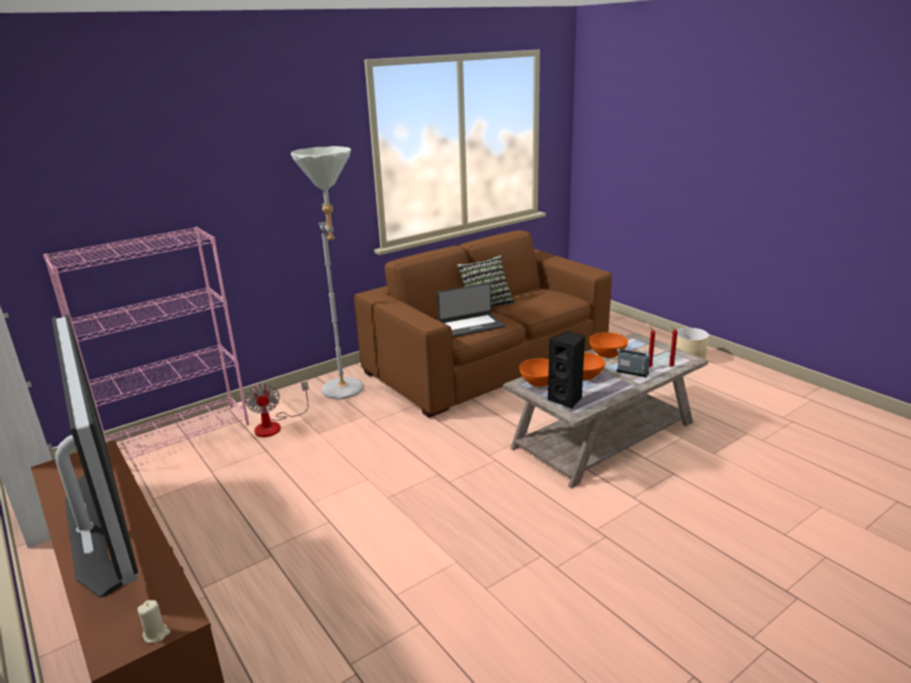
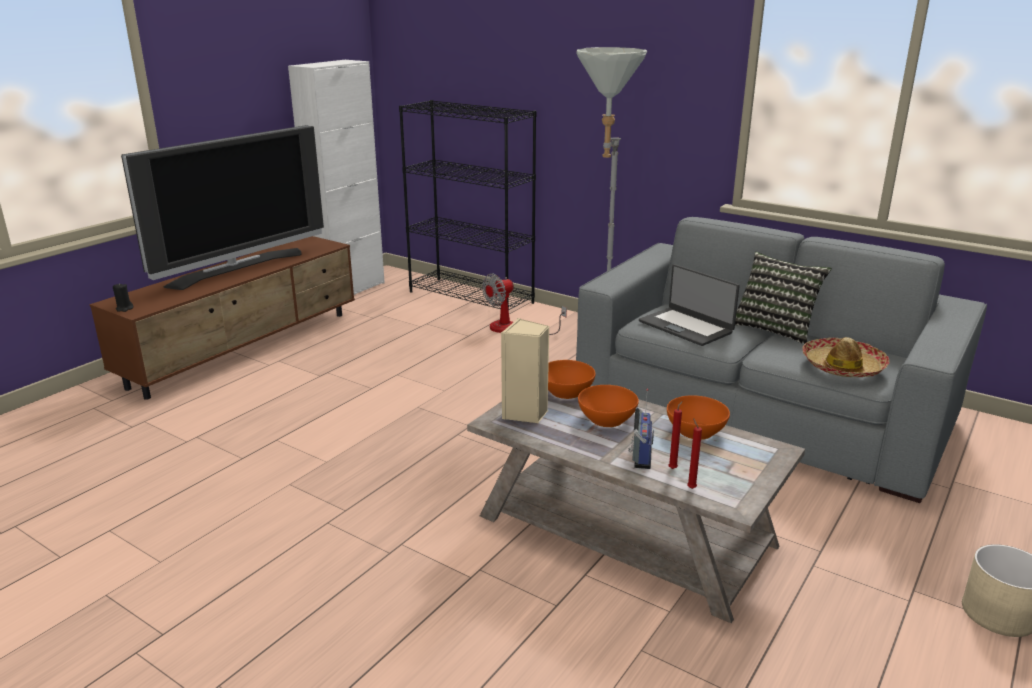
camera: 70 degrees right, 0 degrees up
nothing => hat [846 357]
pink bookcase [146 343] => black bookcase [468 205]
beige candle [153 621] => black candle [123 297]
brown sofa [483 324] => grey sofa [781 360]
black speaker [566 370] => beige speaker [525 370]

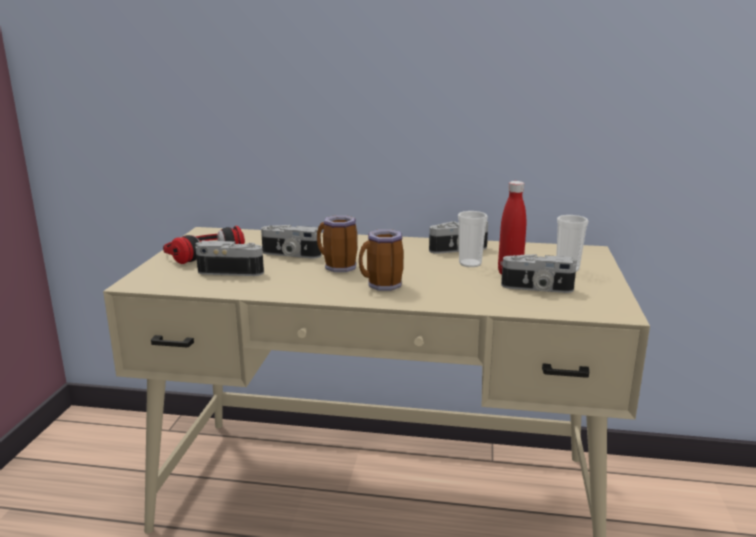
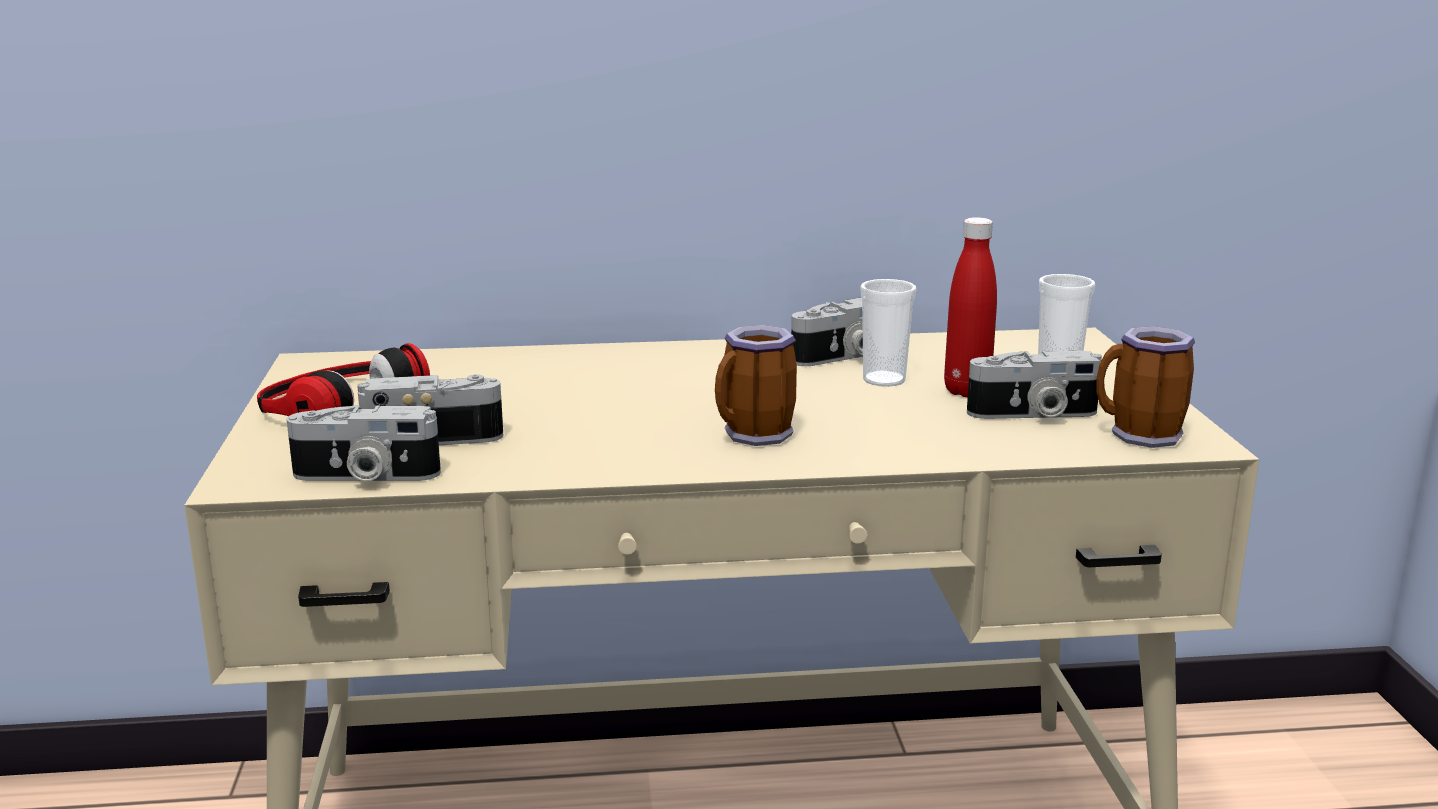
camera: 15 degrees left, 0 degrees up
photo camera [291 242] => photo camera [364 443], moved
mug [337 243] => mug [1145 387], moved

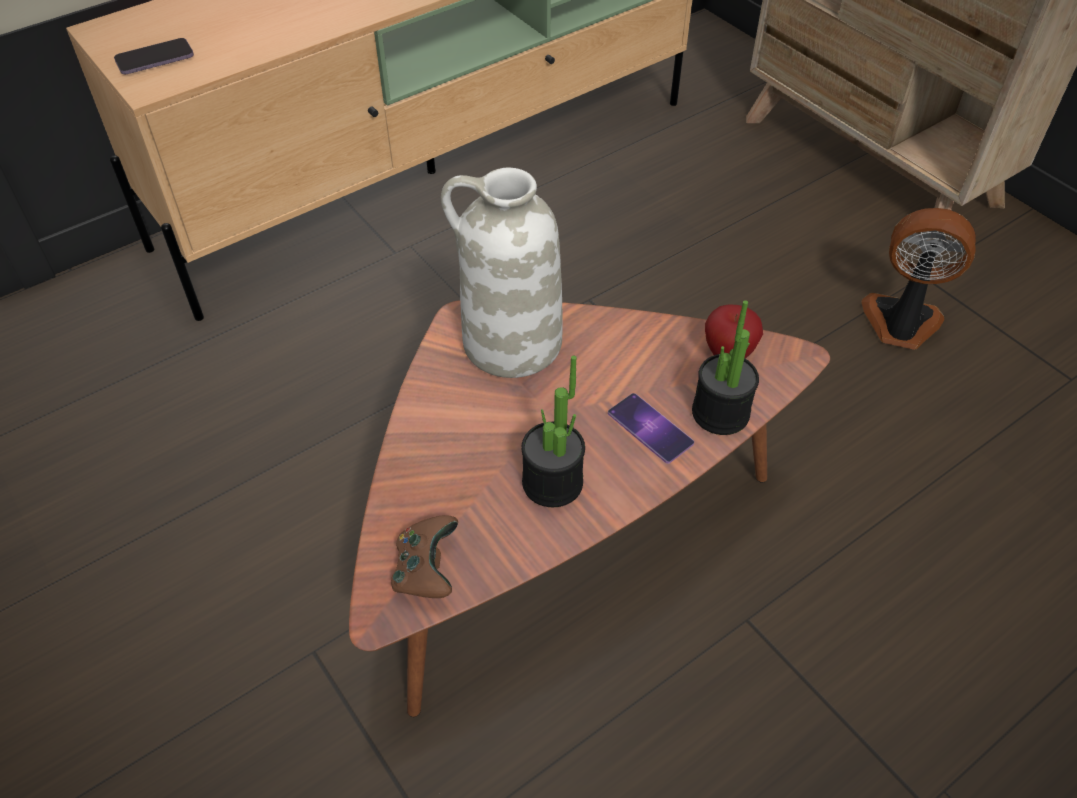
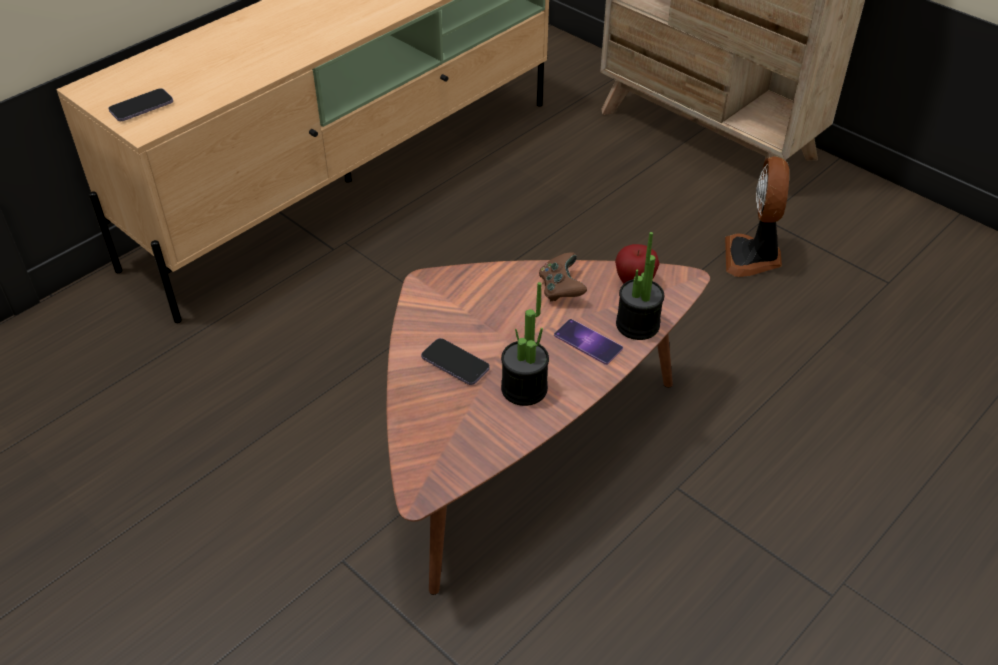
camera: 10 degrees left, 5 degrees down
white vase [501 273] => nothing
nothing => phone [455 361]
brown game controller [424 556] => brown game controller [563 276], moved
fan [918 279] => fan [757 216], 90 degrees counterclockwise

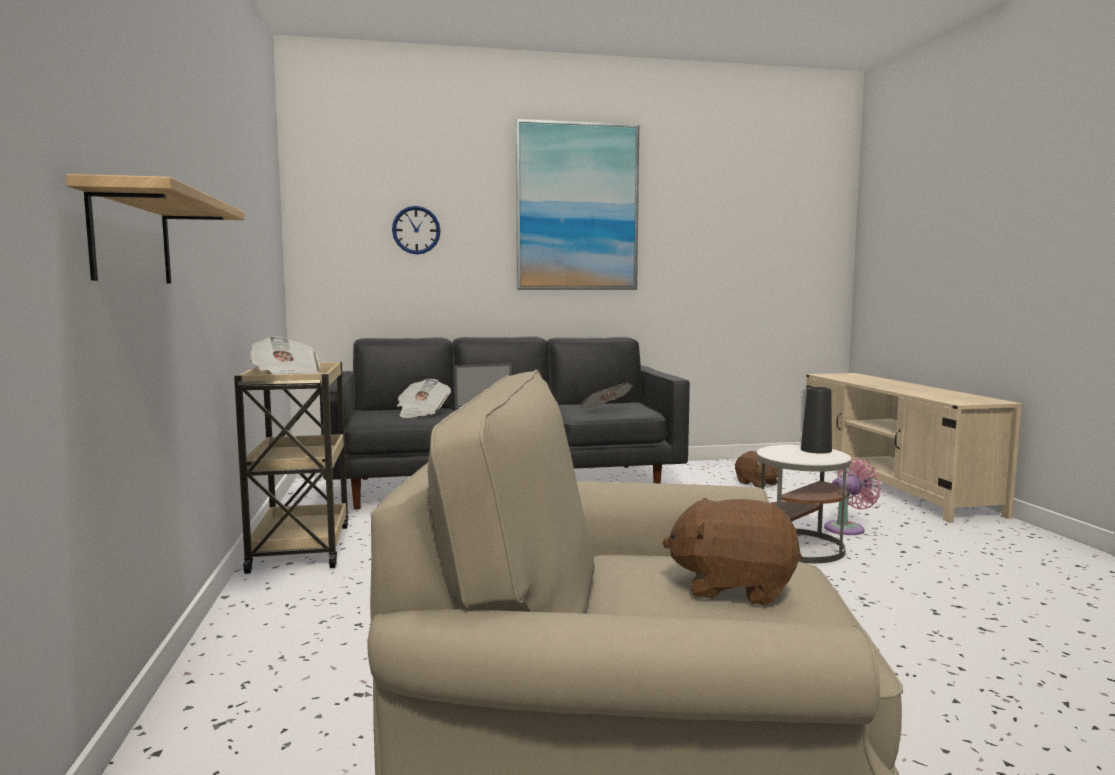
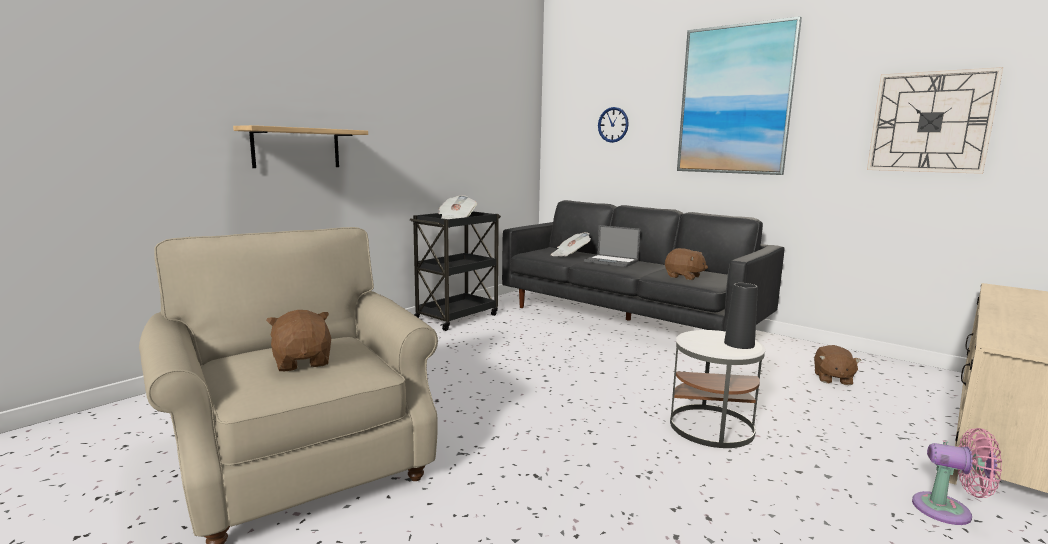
camera: 50 degrees right, 5 degrees up
nothing => wall clock [935 120]
pink fan [853 496] => pink fan [957 476], moved
newspaper [605 395] => brown plush toy [686 264]
beige cart [291 468] => black cart [455 271]

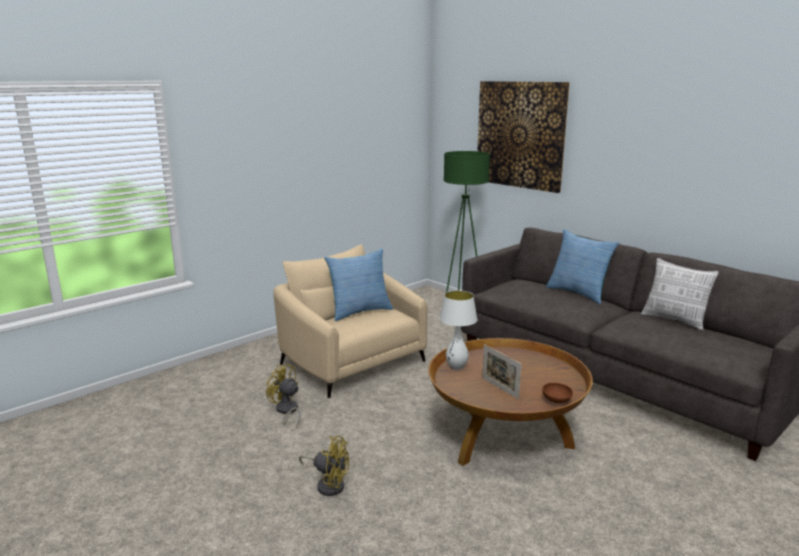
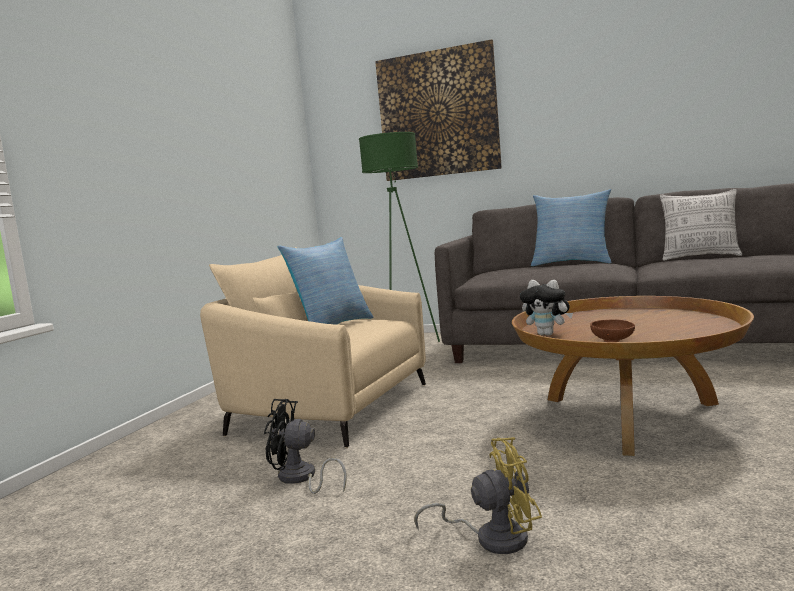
camera: 25 degrees left, 10 degrees down
picture frame [501 371] => nothing
brown bowl [557 393] => brown bowl [612 330], moved
white table lamp [458 330] => plush toy [546 308]
yellow fan [283 396] => black fan [305 446]

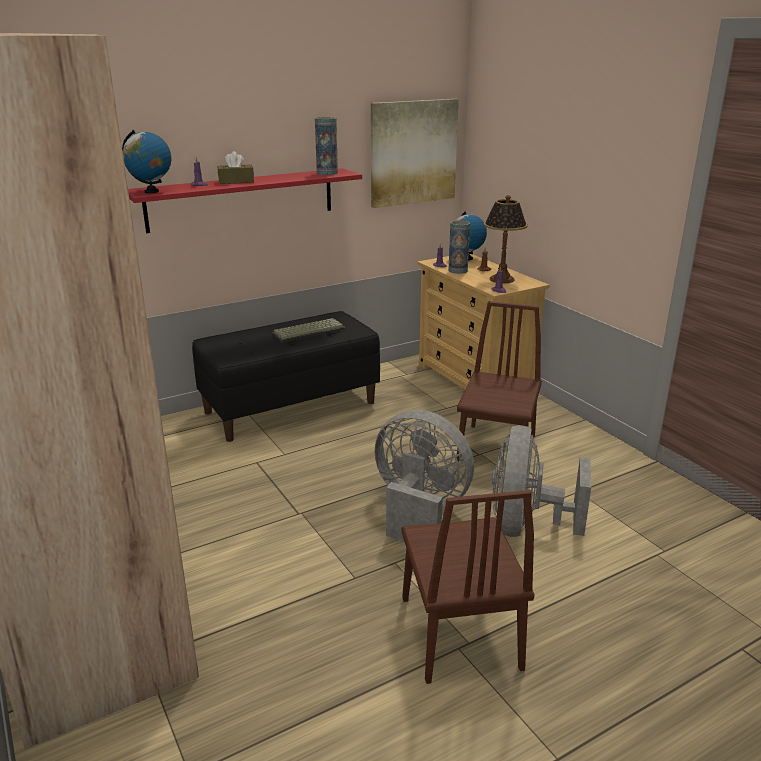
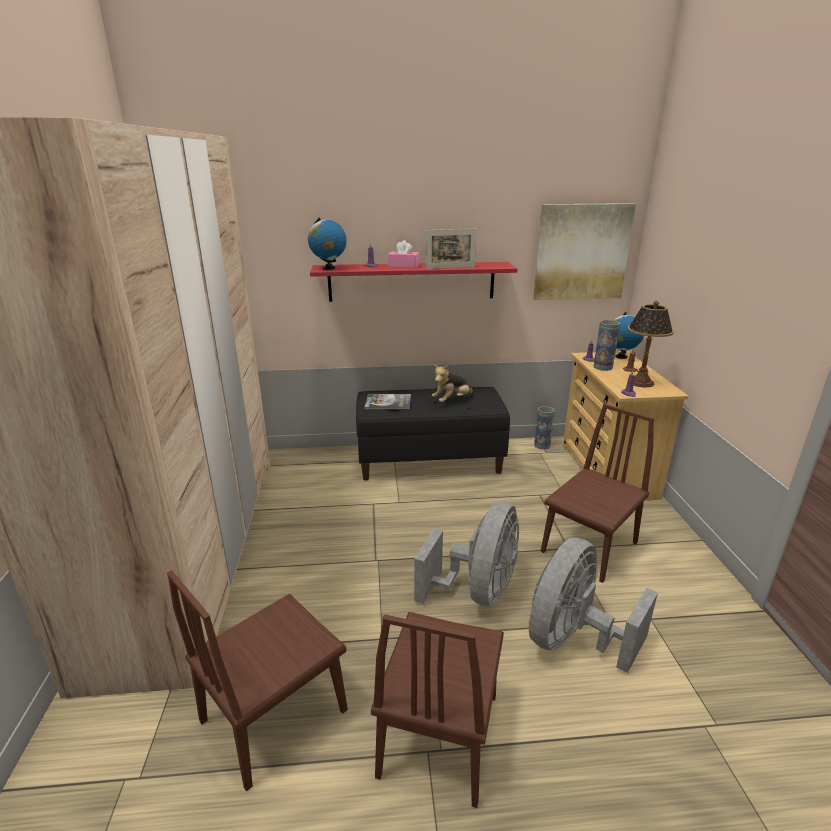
camera: 25 degrees right, 0 degrees up
nothing => brown chair [257 680]
nothing => book [387 401]
nothing => picture frame [451 249]
vase [326 146] => vase [544 428], moved
keyboard [309 330] => plush toy [453 383]
brown tissue box [236 167] => pink tissue box [403 254]
grey fan [424 476] => grey fan [466 553], 60 degrees clockwise

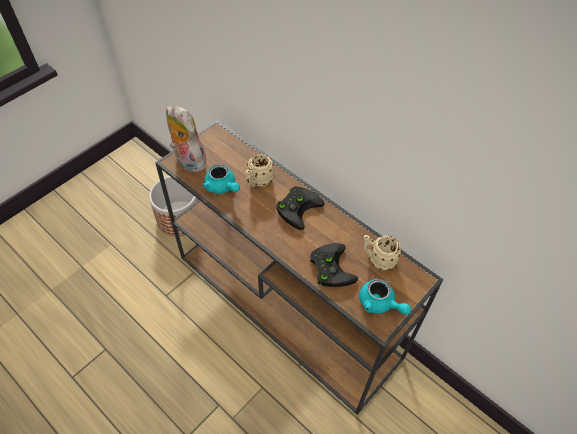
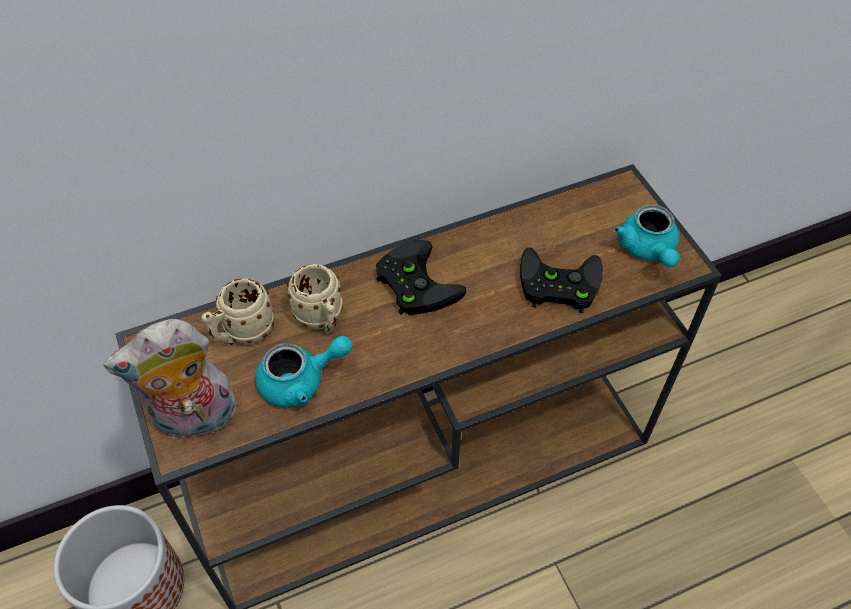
camera: 65 degrees left, 0 degrees up
beige mug [382 252] => beige mug [237 311], moved
turquoise teapot [385 297] => turquoise teapot [647 236], 105 degrees clockwise

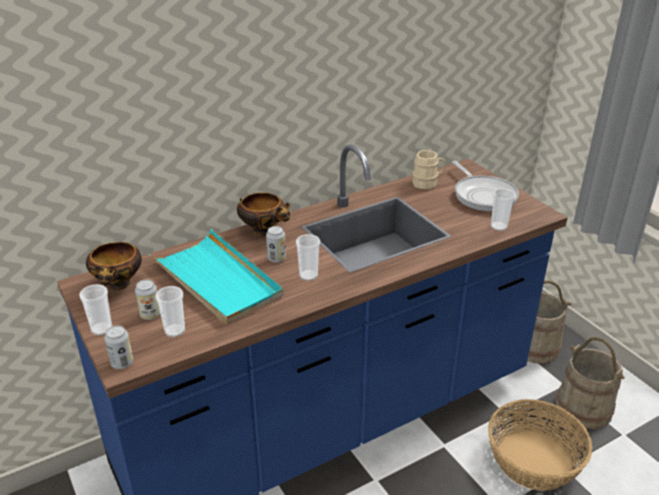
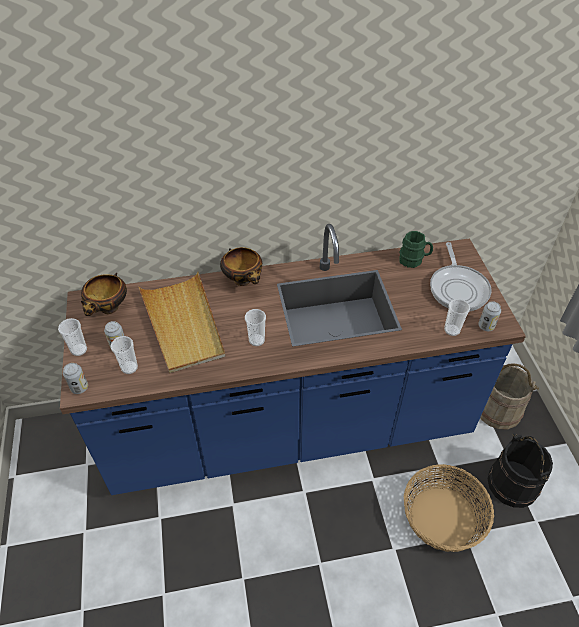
camera: 20 degrees right, 15 degrees up
can [276 244] => can [490 316], moved
turquoise tray [216 276] => beige tray [182 322]
beige mug [428 169] => green mug [416 249]
beige bucket [590 383] => black bucket [520 470]

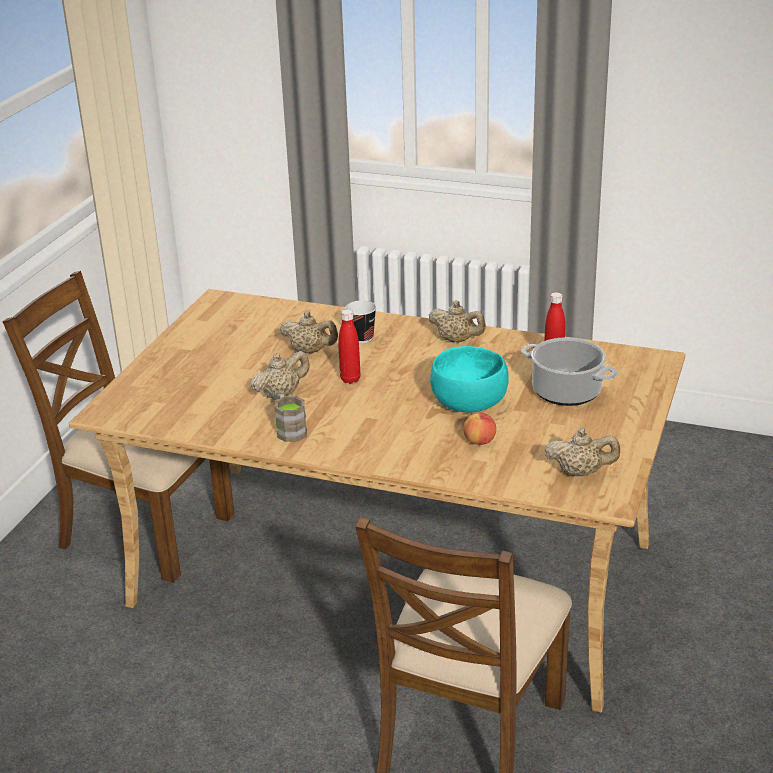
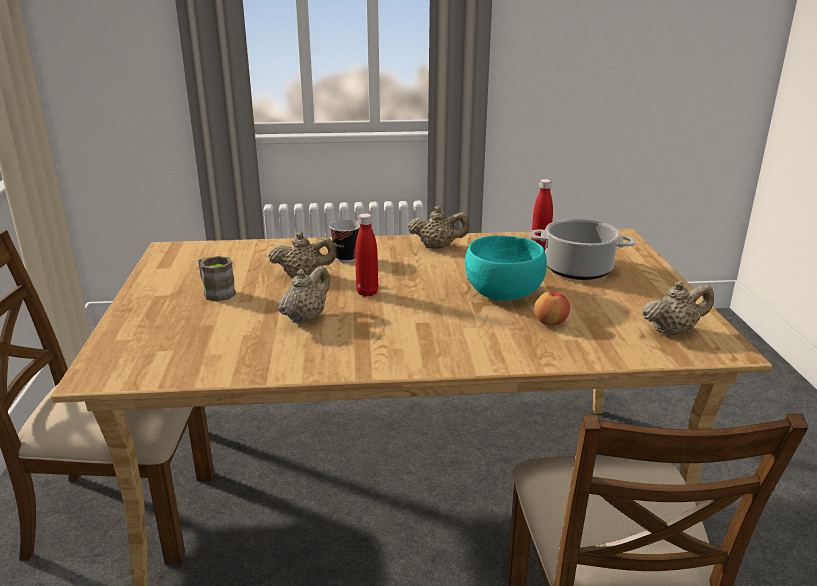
camera: 25 degrees left, 5 degrees down
brown mug [291 418] => brown mug [217 279], moved

